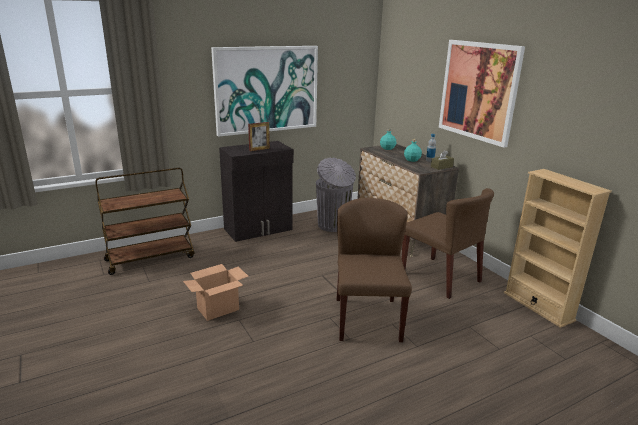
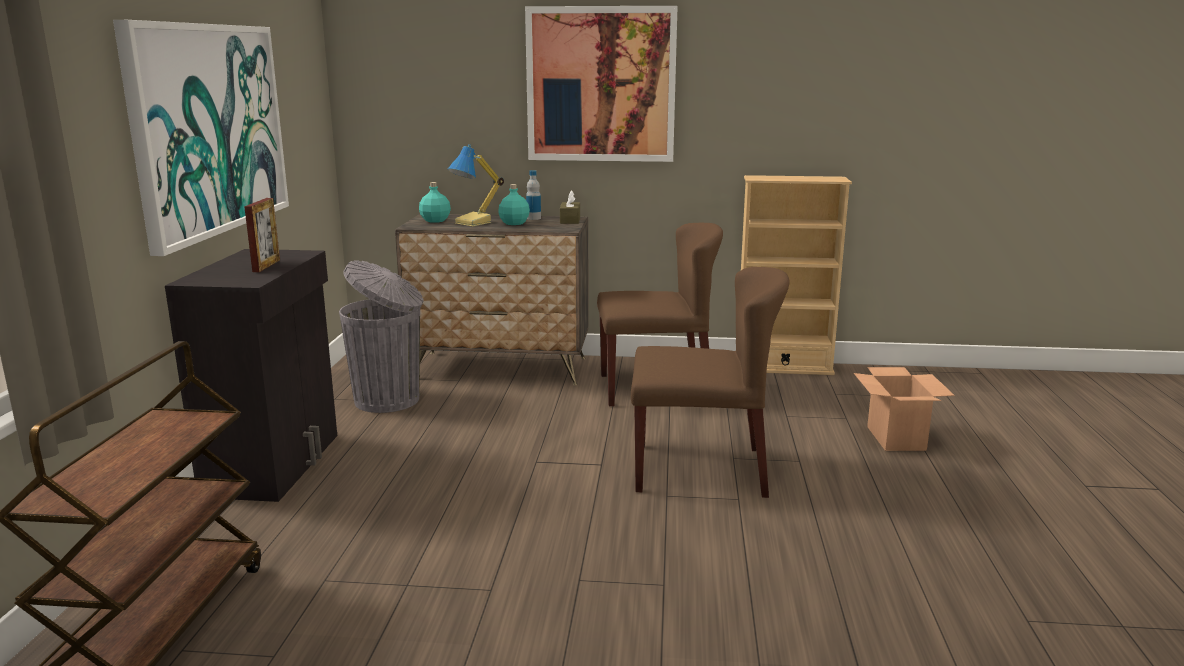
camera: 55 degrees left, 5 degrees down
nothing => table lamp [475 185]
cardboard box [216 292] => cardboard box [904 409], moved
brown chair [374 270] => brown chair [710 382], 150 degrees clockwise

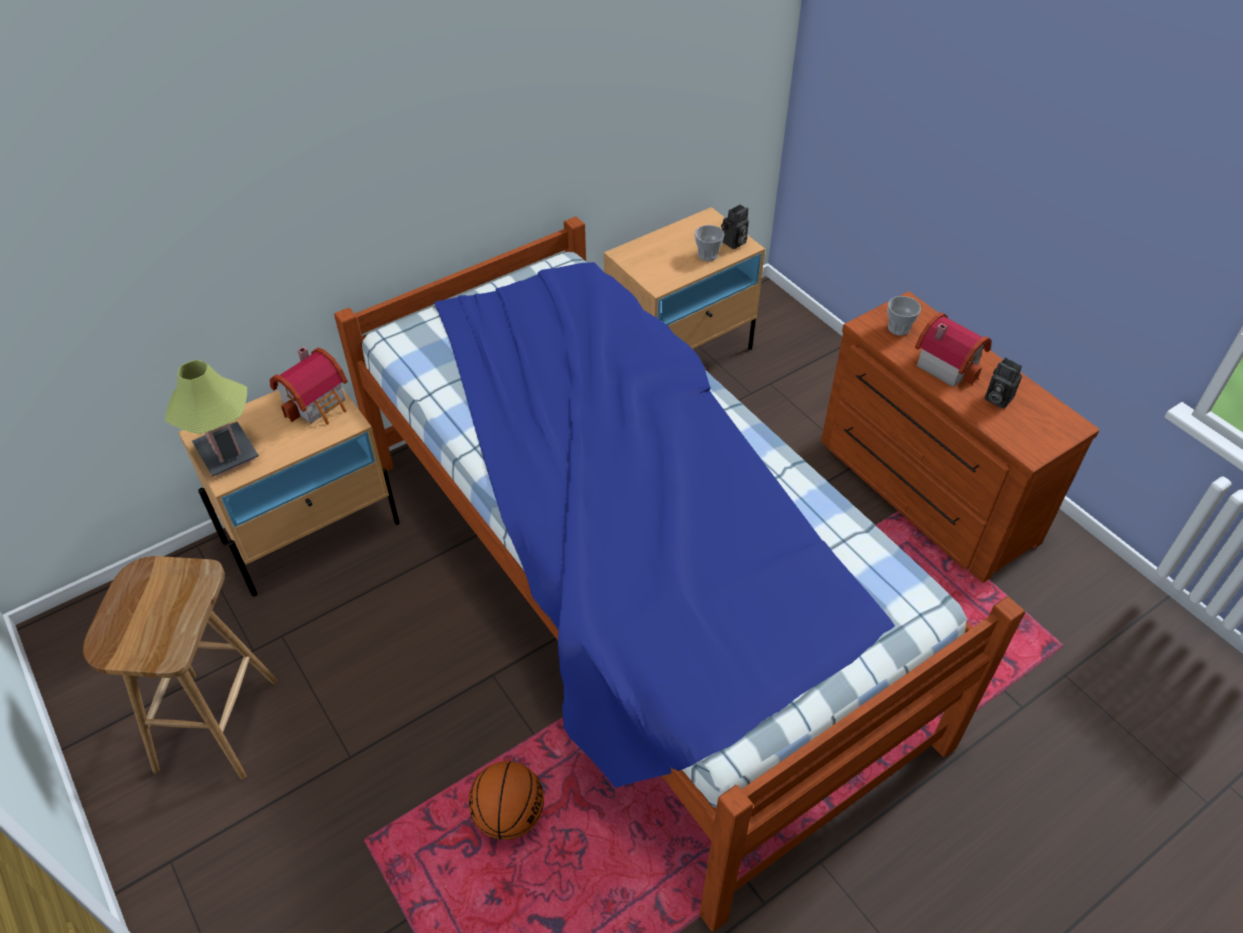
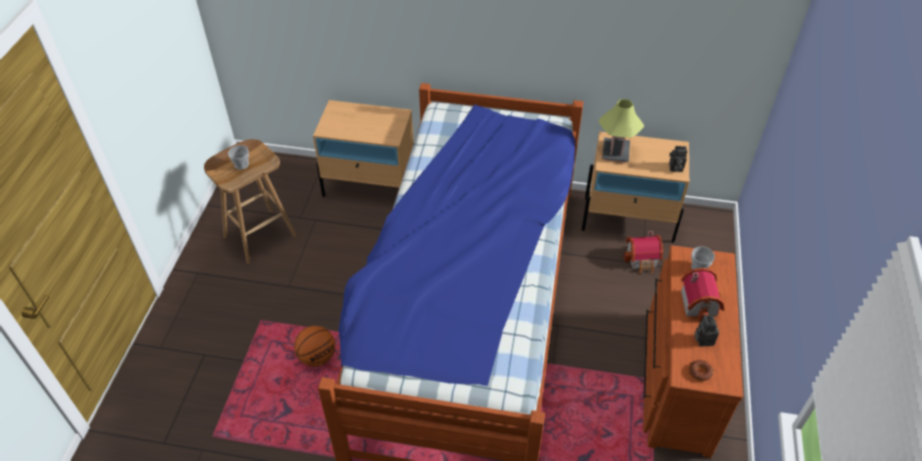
camera: 45 degrees right, 0 degrees up
nothing => donut [701 370]
table lamp [212 418] => table lamp [621 131], moved
toy house [309 386] => toy house [643 252], moved
cup [709 243] => cup [238 157], moved

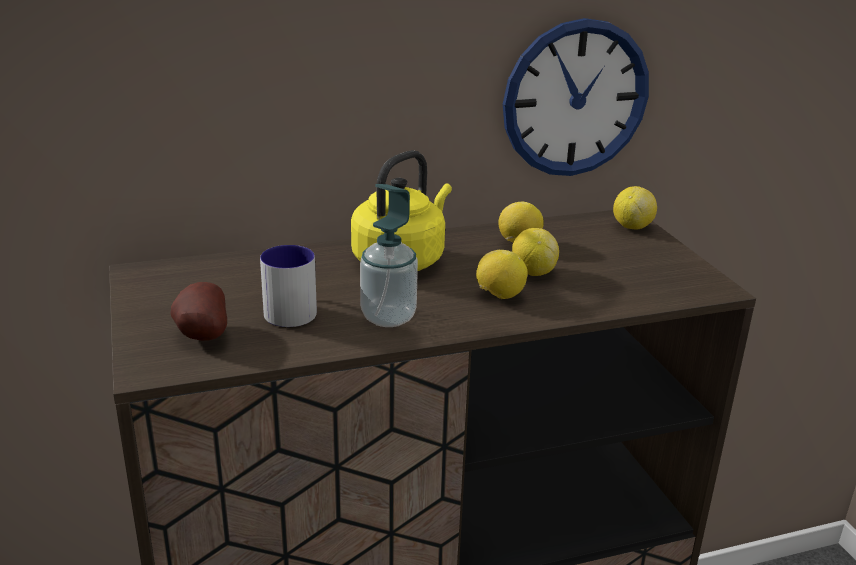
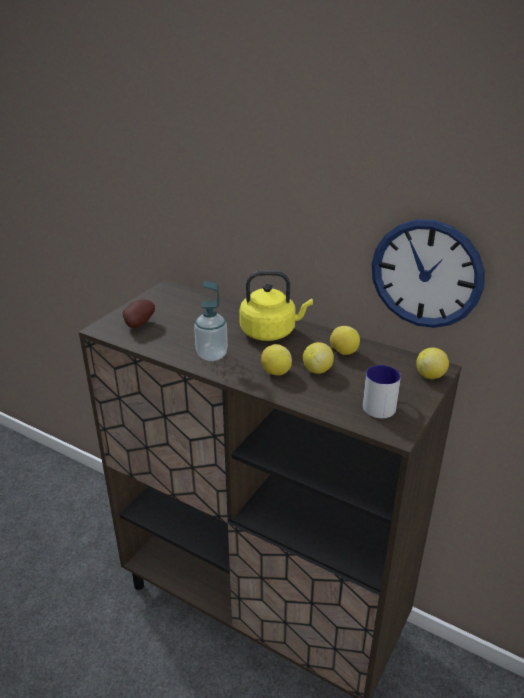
camera: 50 degrees right, 5 degrees up
mug [288 286] => mug [381 391], moved

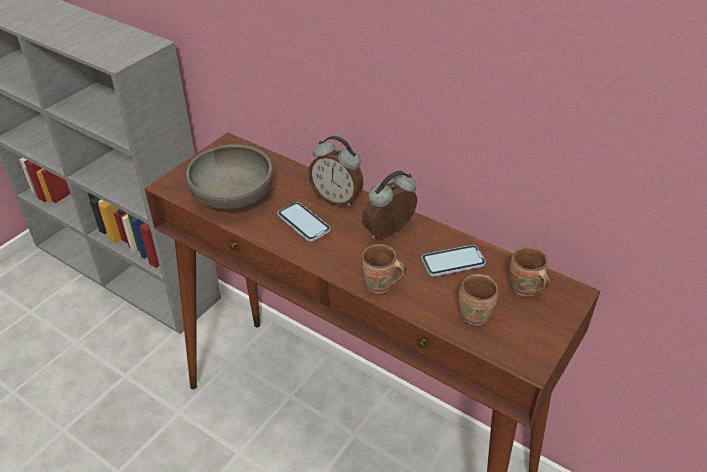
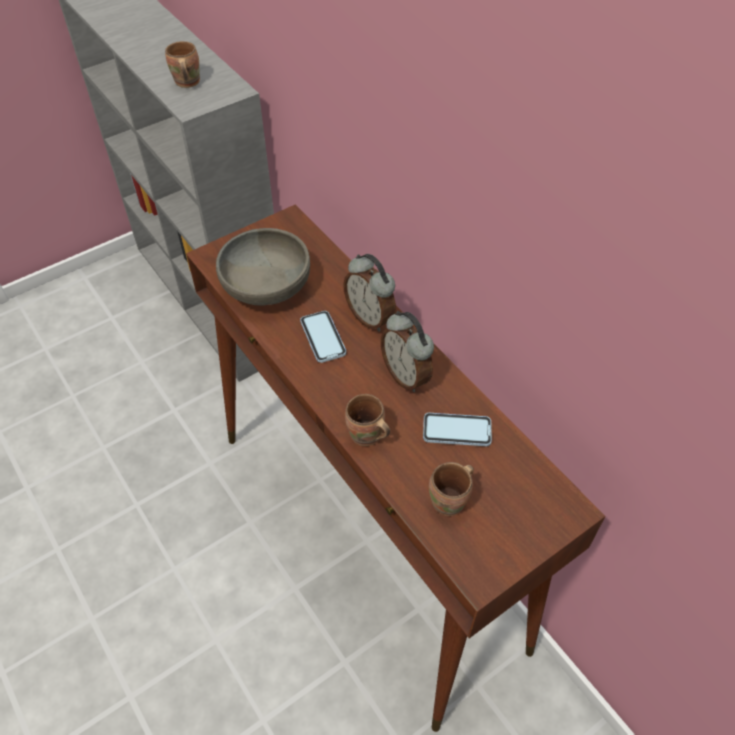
camera: 20 degrees right, 10 degrees up
brown mug [530 272] => brown mug [182 64], moved
alarm clock [389 205] => alarm clock [407 351], 105 degrees counterclockwise

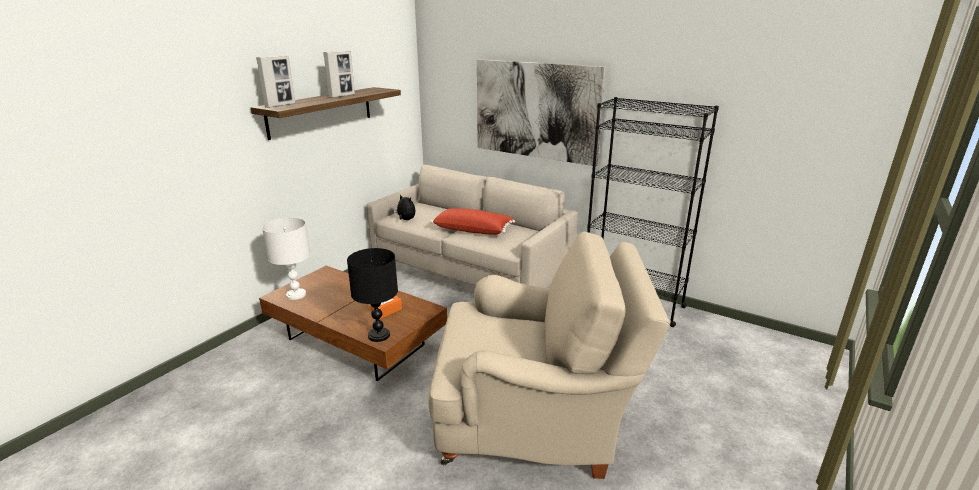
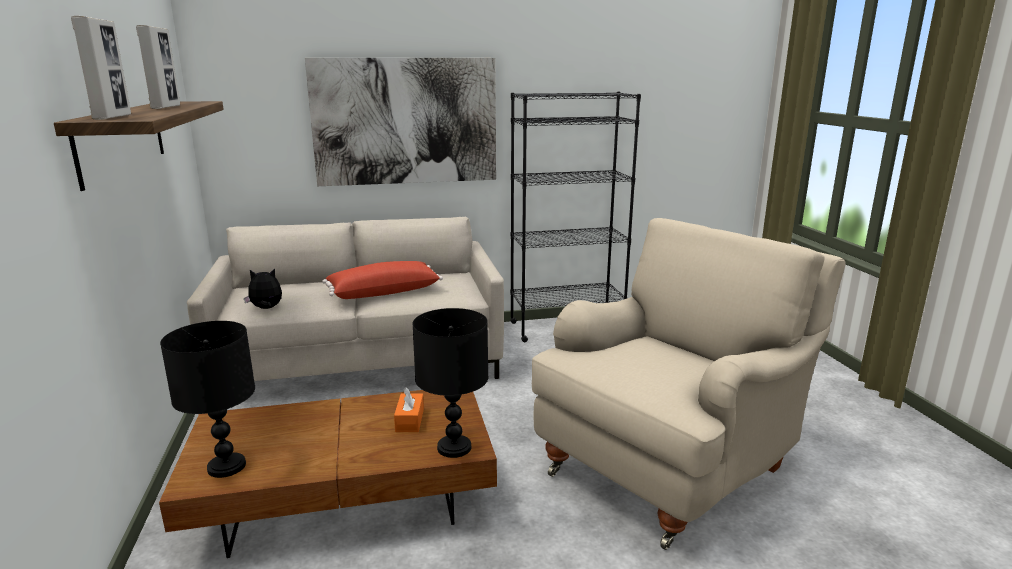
camera: 45 degrees left, 5 degrees down
white table lamp [286 259] => black table lamp [207 399]

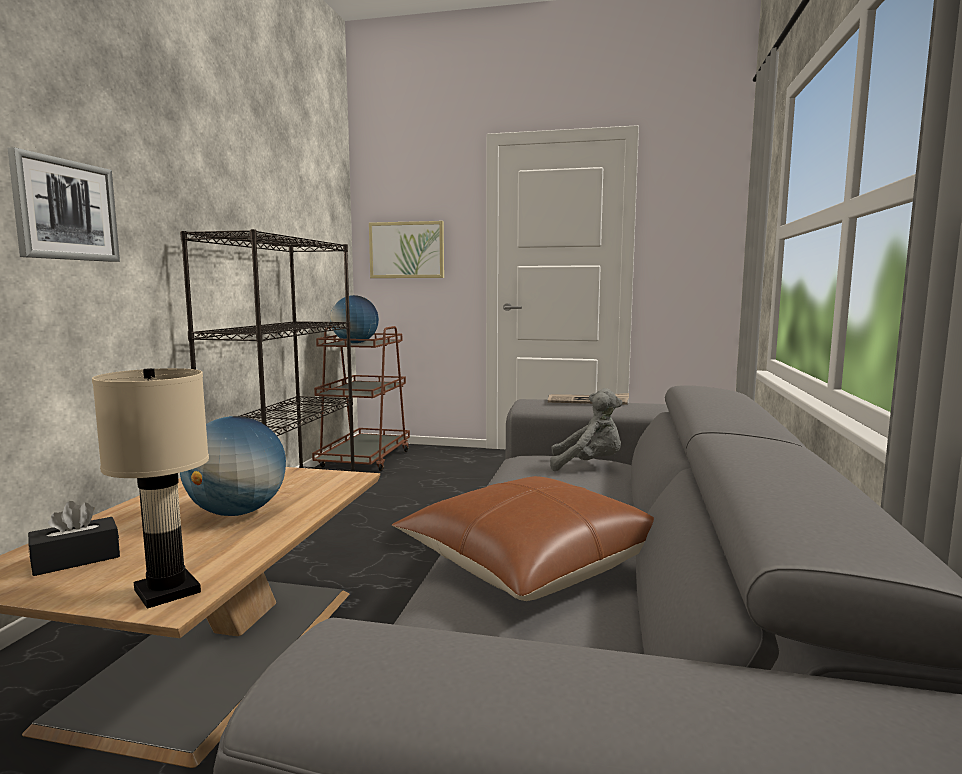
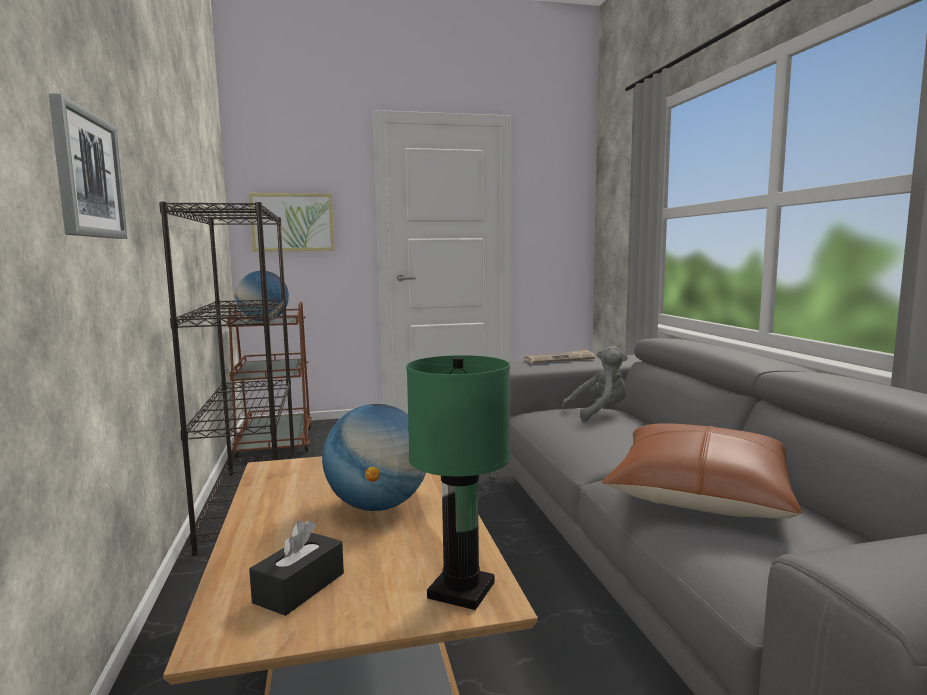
camera: 25 degrees left, 0 degrees up
beige table lamp [150 488] => green table lamp [458 482]

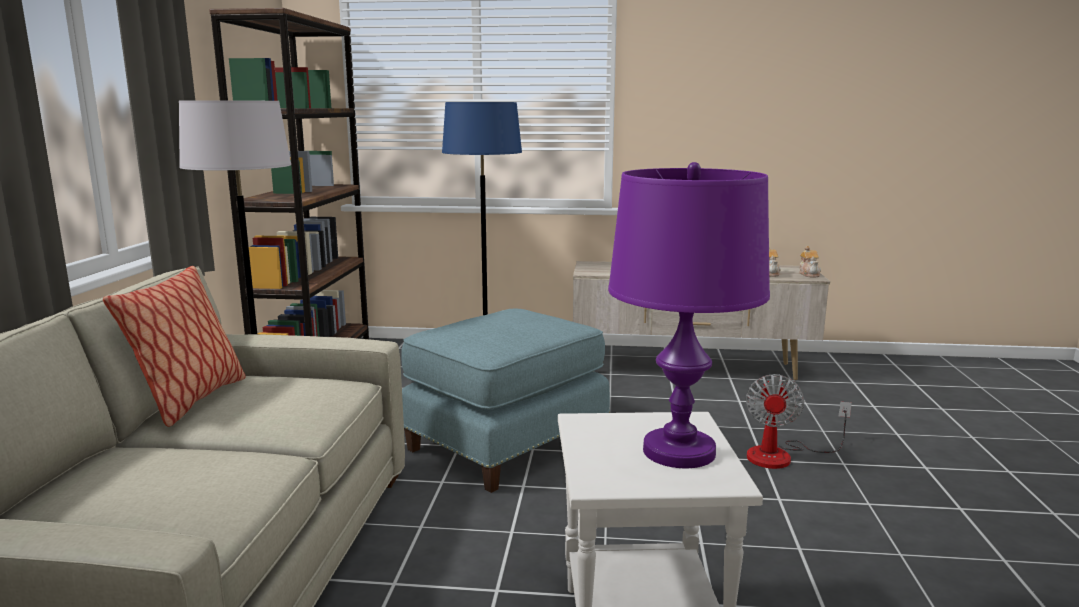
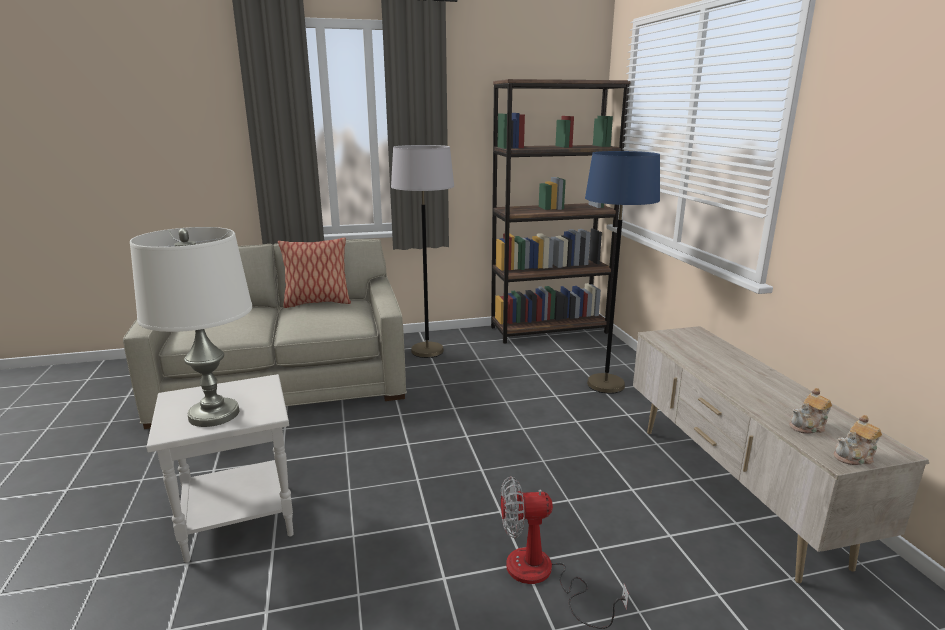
camera: 70 degrees right, 5 degrees up
blue ottoman [505 401] => nothing
purple table lamp [689 315] => white table lamp [191 327]

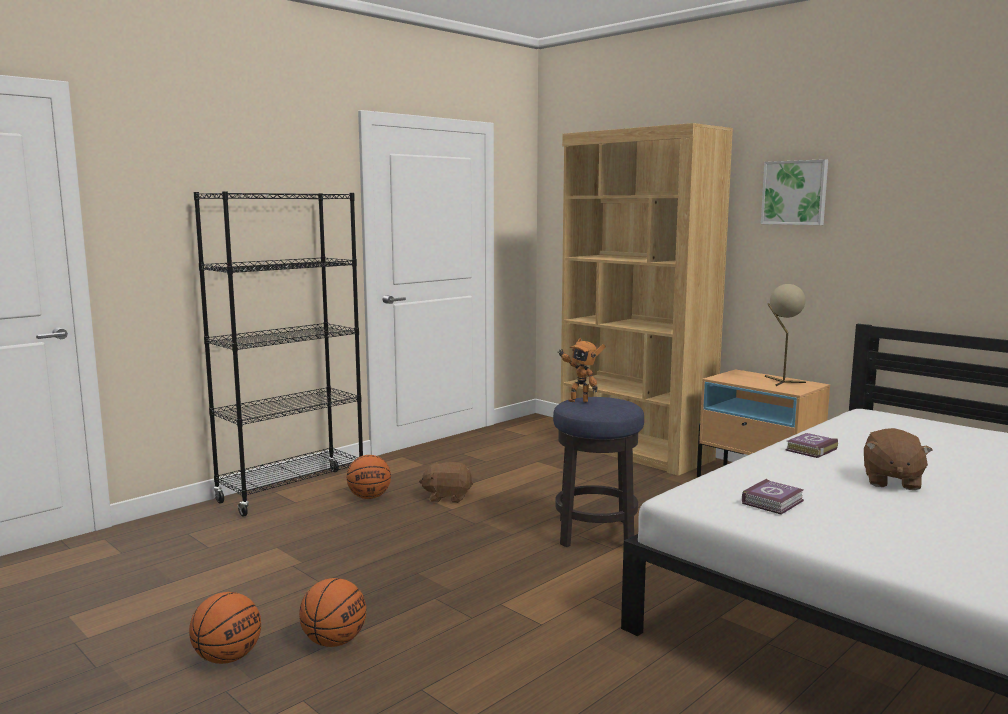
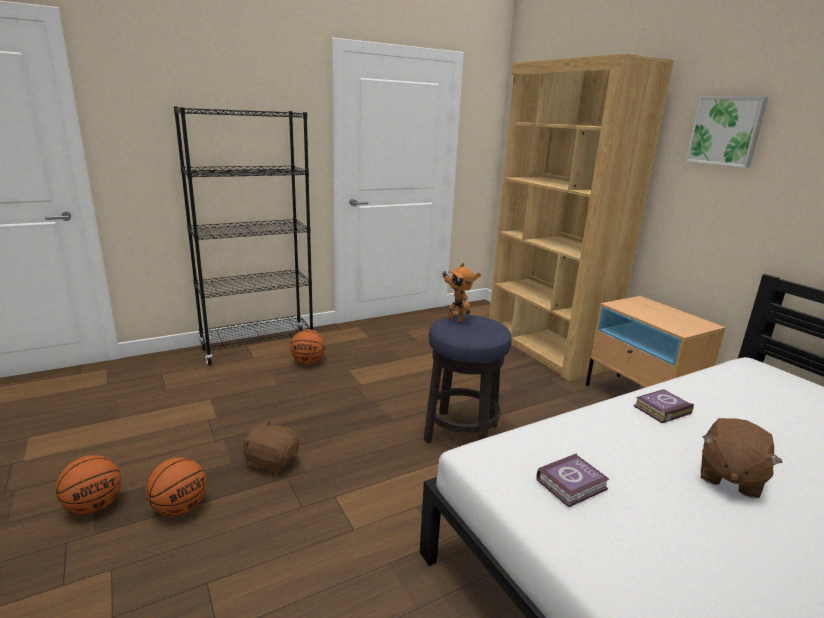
camera: 15 degrees right, 10 degrees up
beige table lamp [785 335] => nothing
brown plush toy [446 482] => brown plush toy [270 448], moved

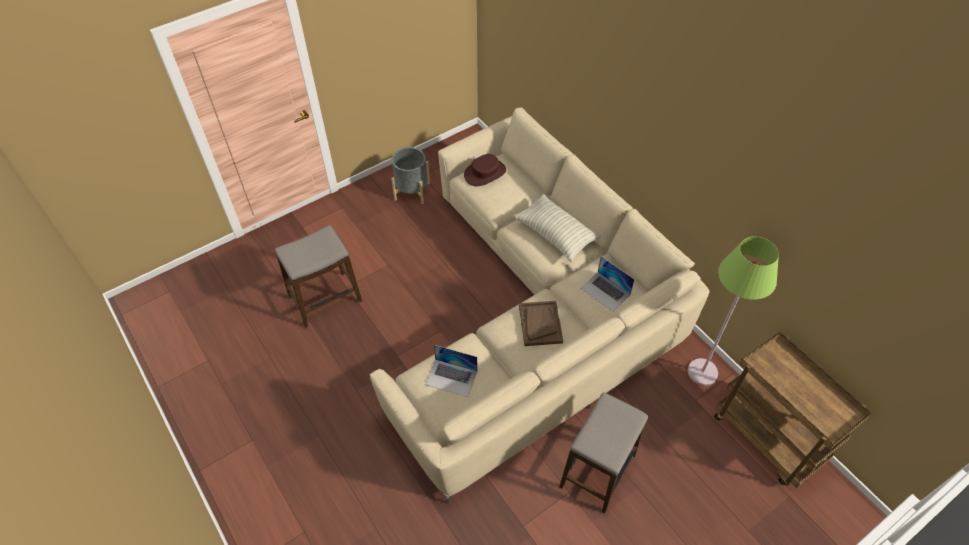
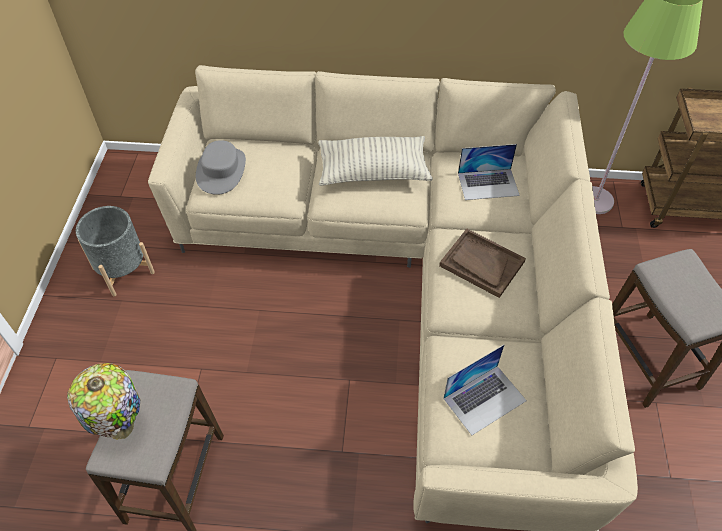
camera: 50 degrees left, 0 degrees up
nothing => table lamp [103 401]
brown hat [485 170] => grey hat [221 167]

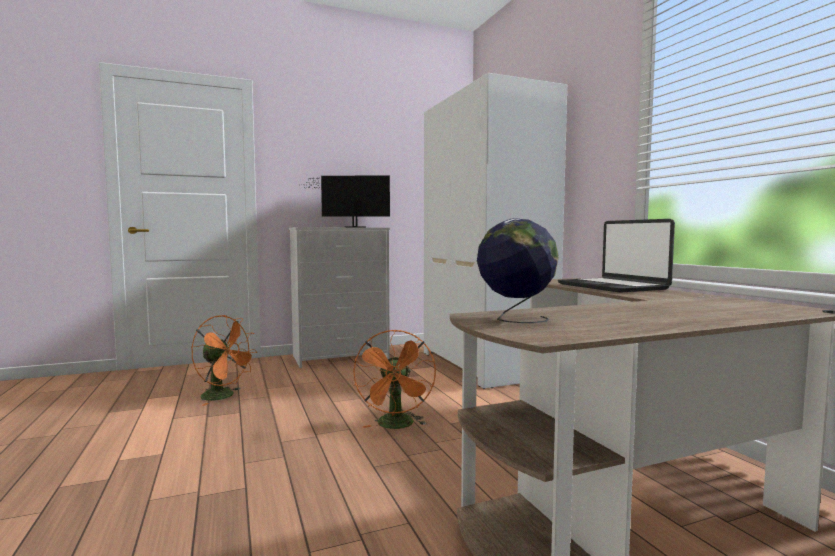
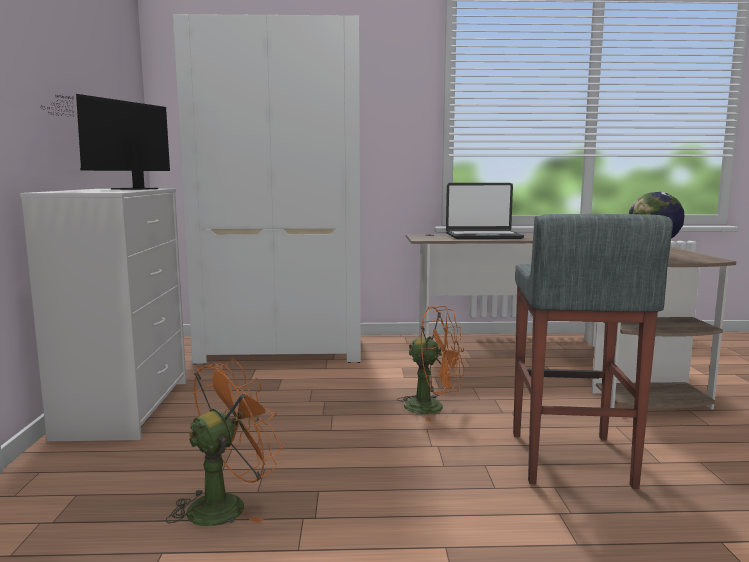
camera: 70 degrees left, 5 degrees up
nothing => grey stool [593 351]

